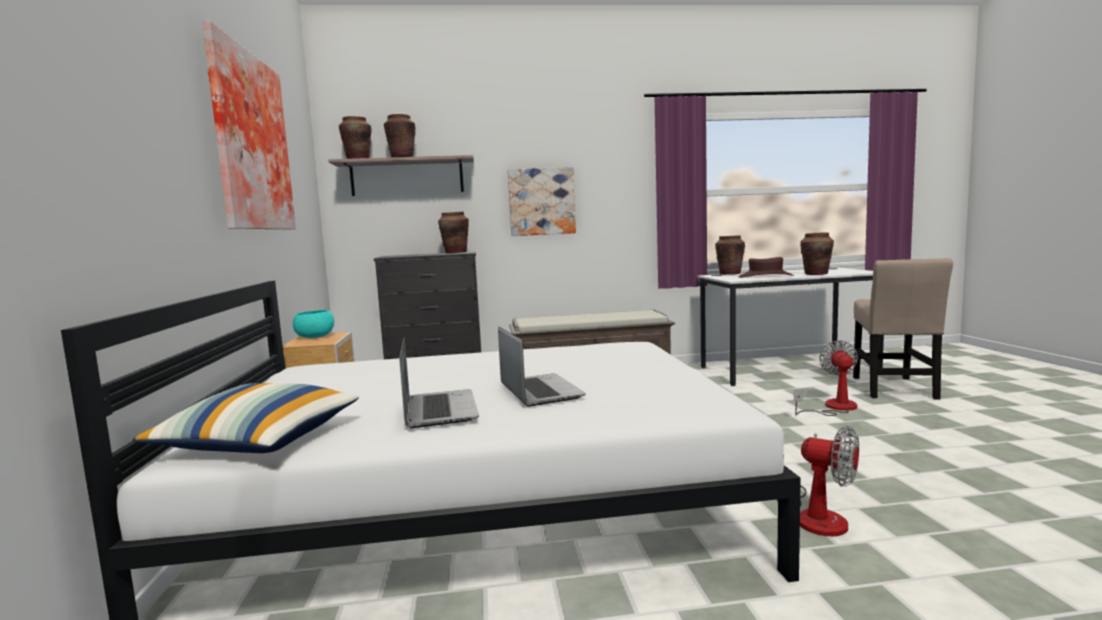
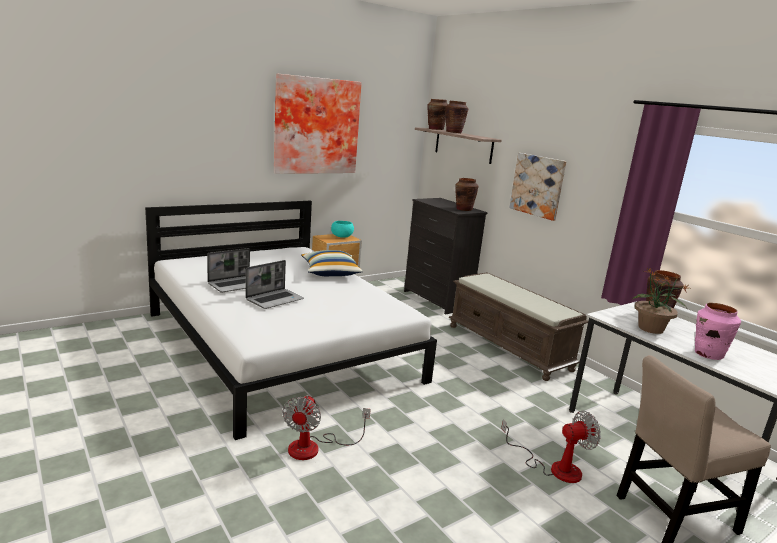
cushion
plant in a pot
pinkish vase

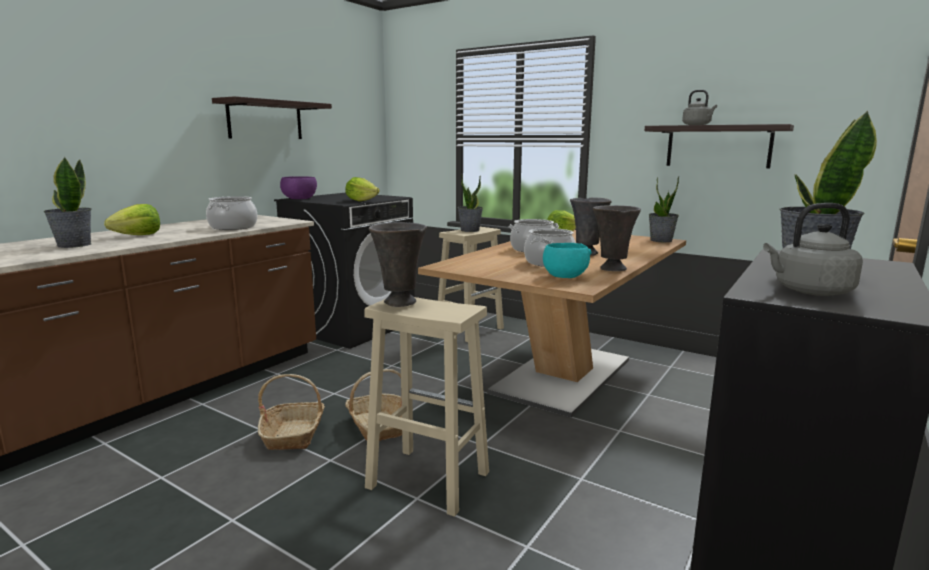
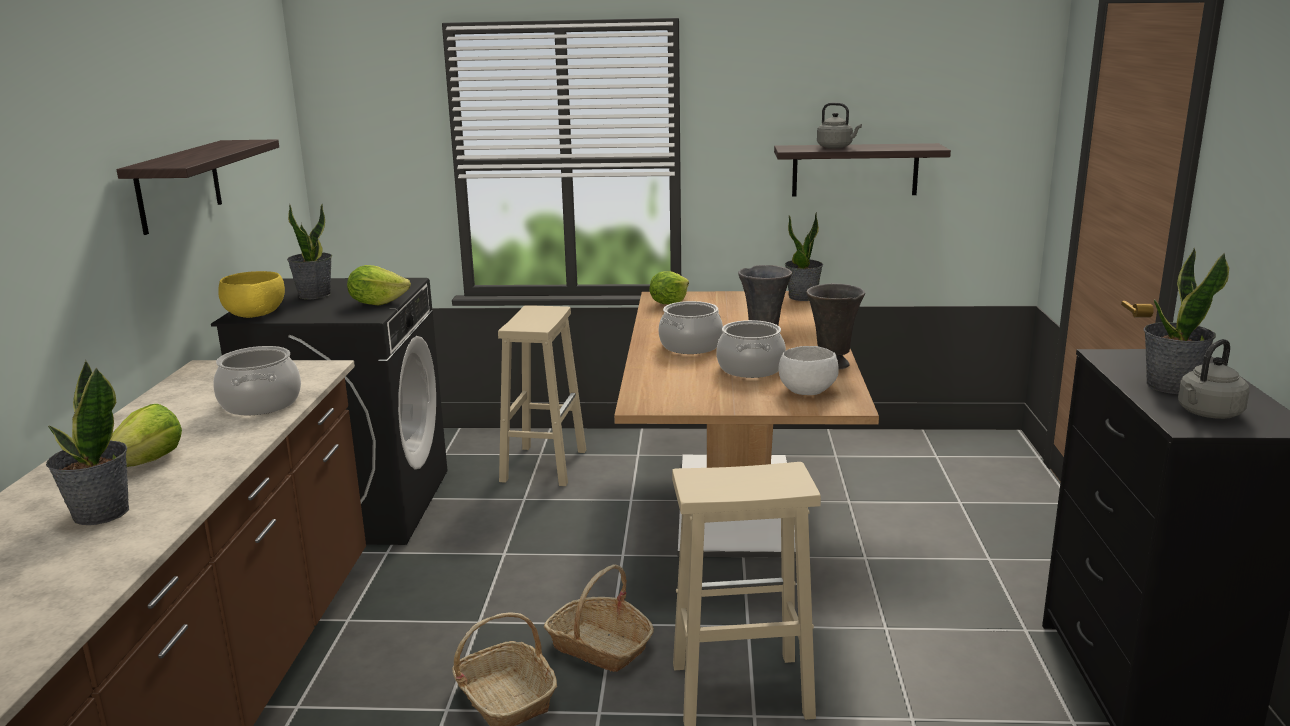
greyish vase (1st from left in the first image)
plant in a pot (2nd from left)
yellowish deep dish
whitish deep dish

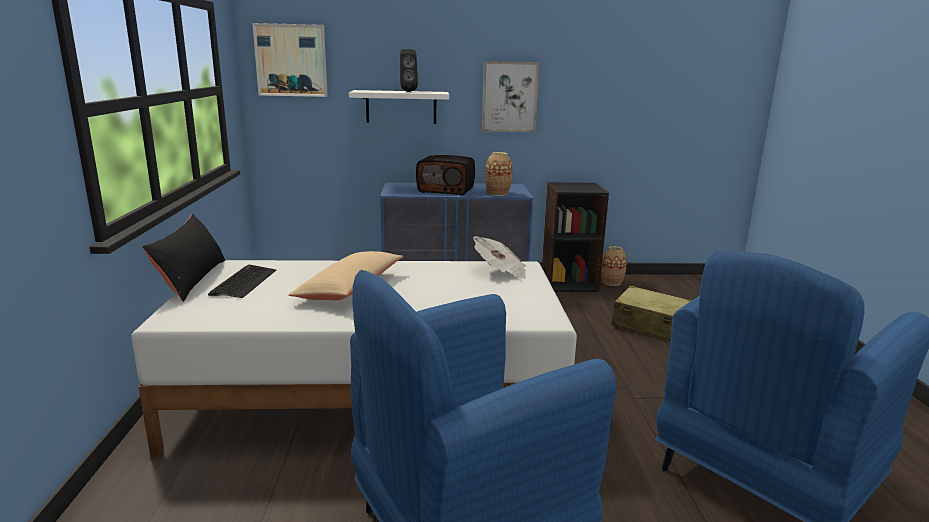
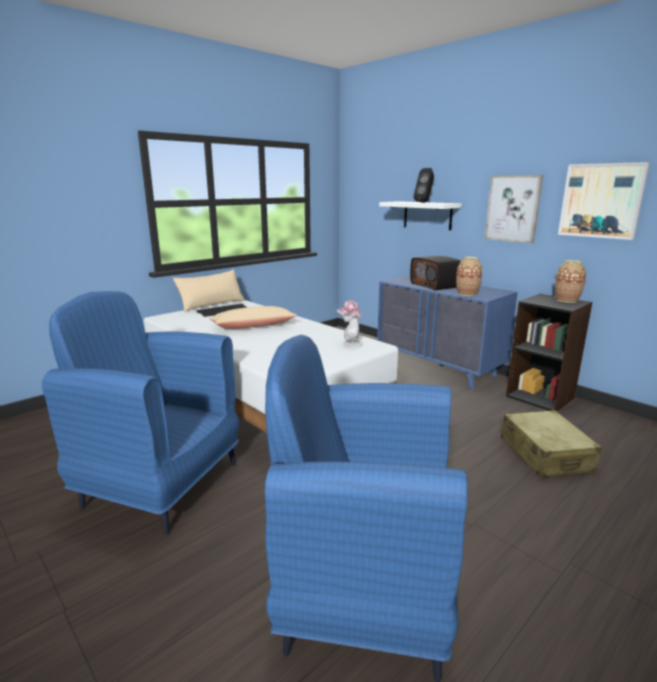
picture (2nd from left)
vase (2nd from left)
wearable hat
beige-coloured cushion (1st from left)

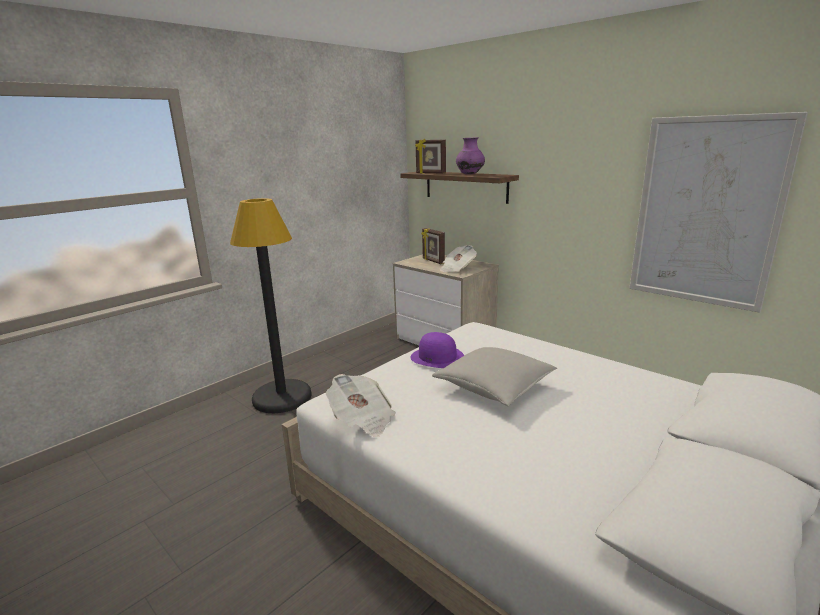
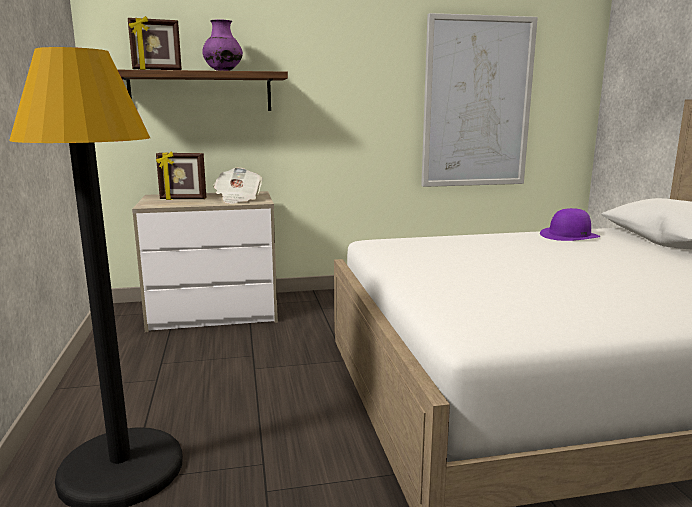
daily paper (1st from left in the first image)
greyish cushion
purplish wearable hat

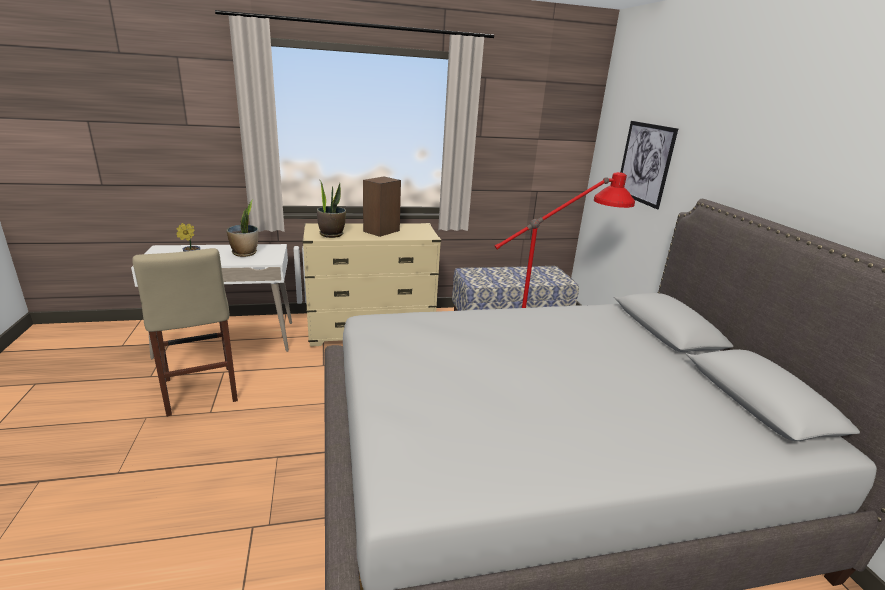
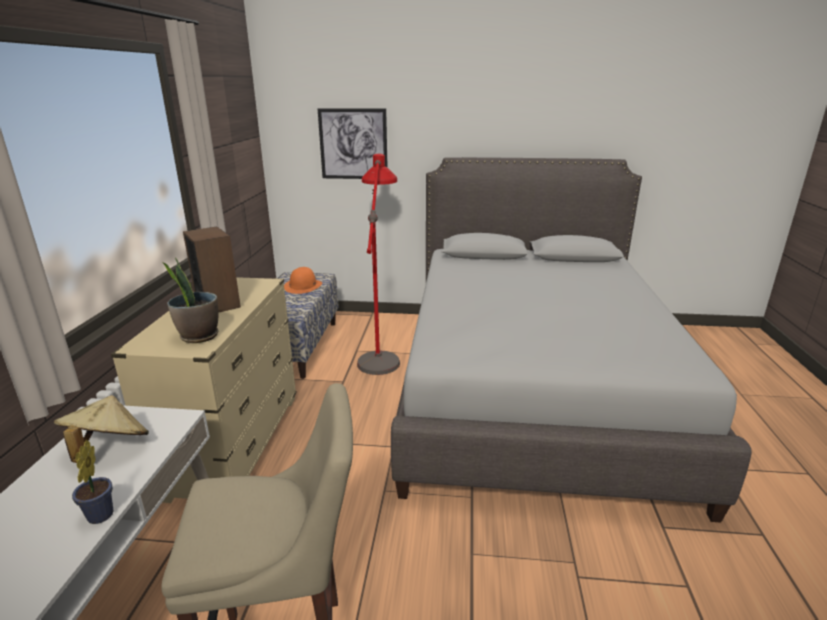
orange wearable hat
beige-coloured wearable hat

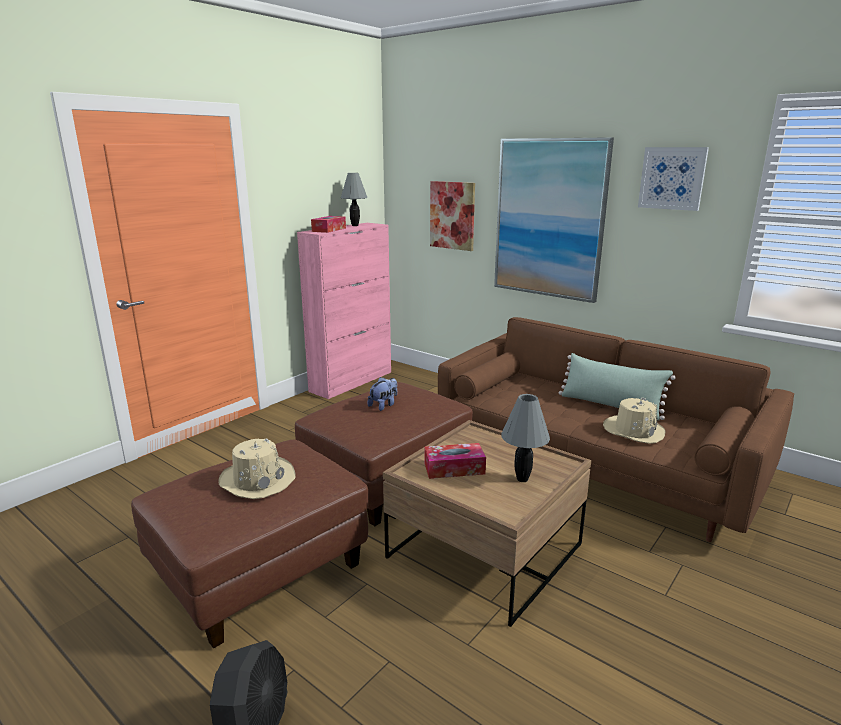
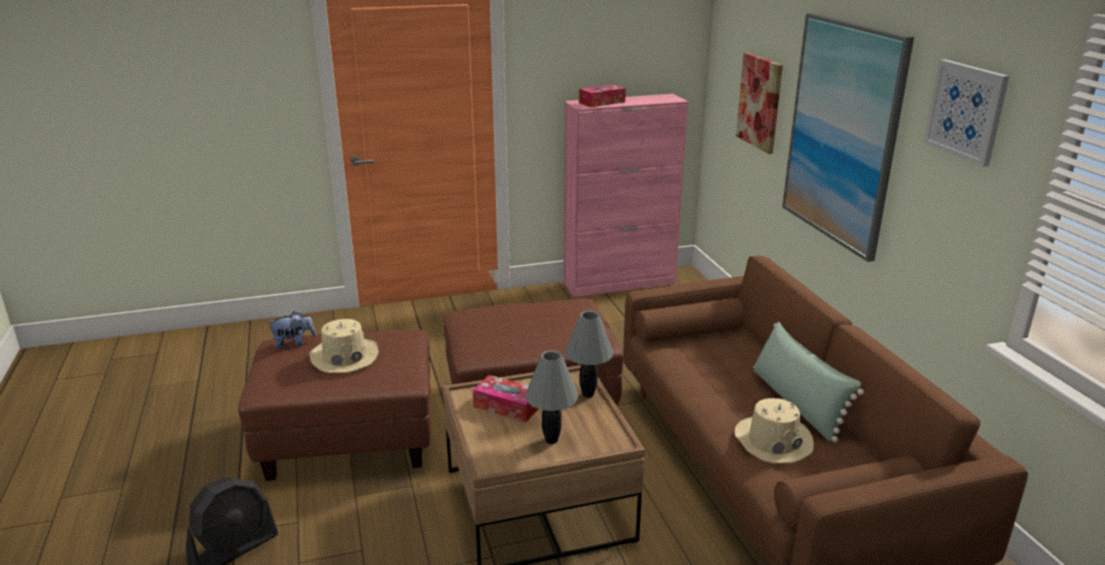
greyish table lamp (2nd from left)
plush toy

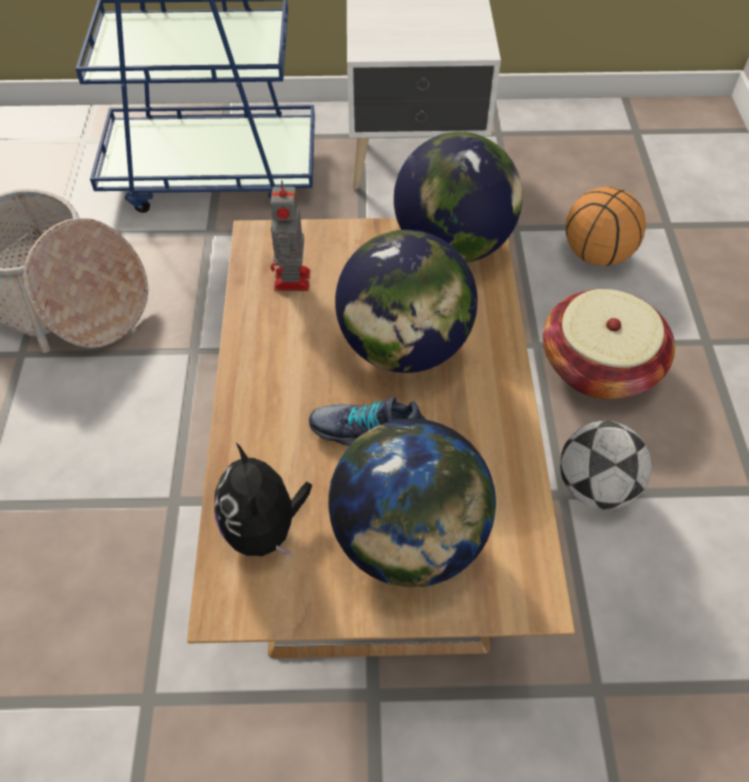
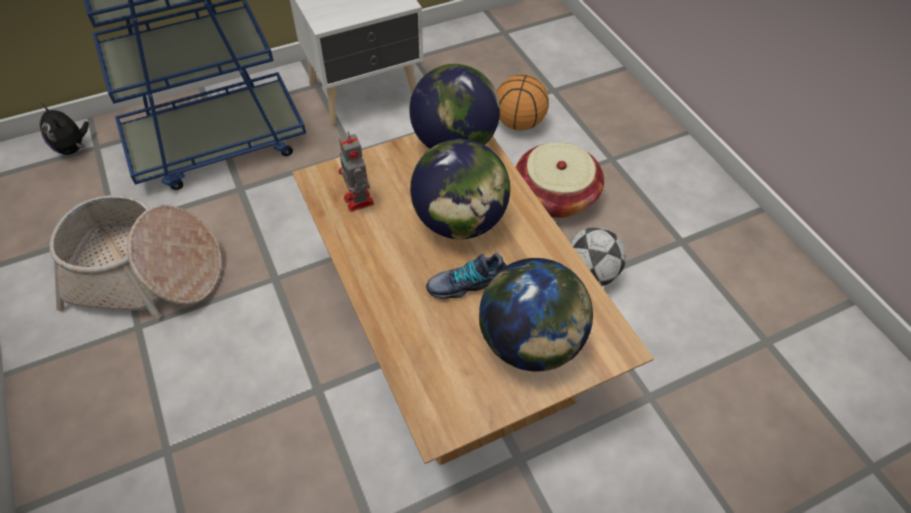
plush toy

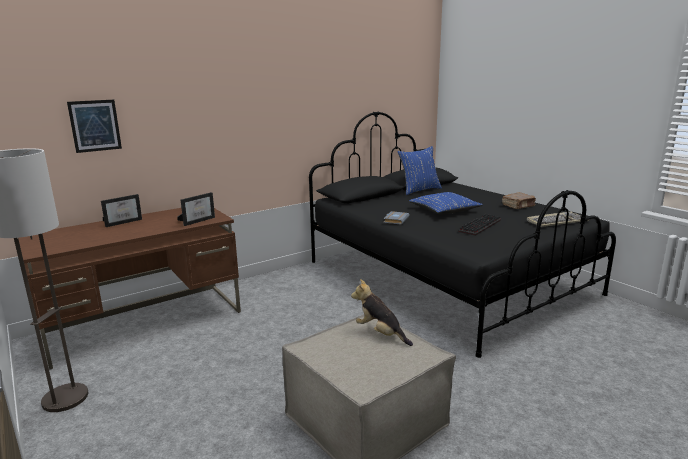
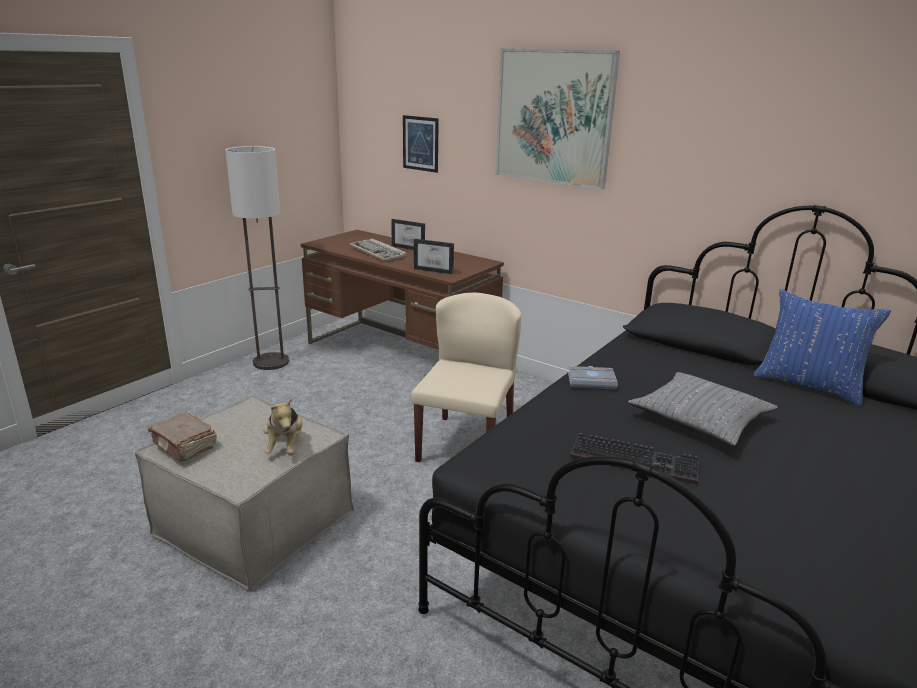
beige-coloured upright chair
picture (2nd from left)
brown book
computer keyboard (1st from left)
greyish cushion
plush toy

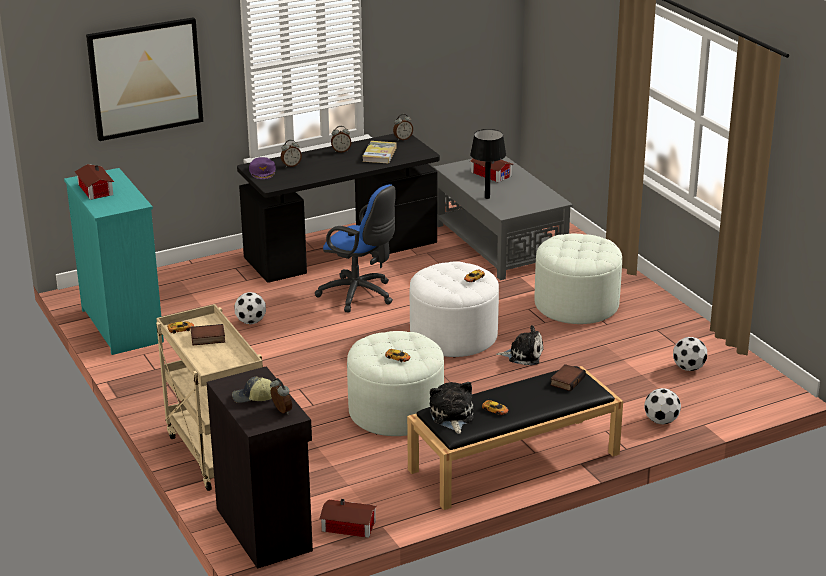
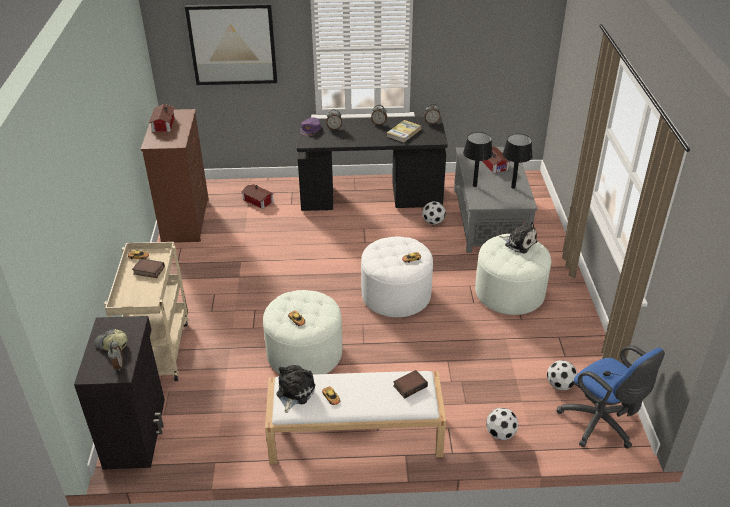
black table lamp (2nd from left)
football ball (1st from left)
blue office chair
toy house (2nd from left)
plush toy (2nd from left)
brown chest of drawers
whitish long seat

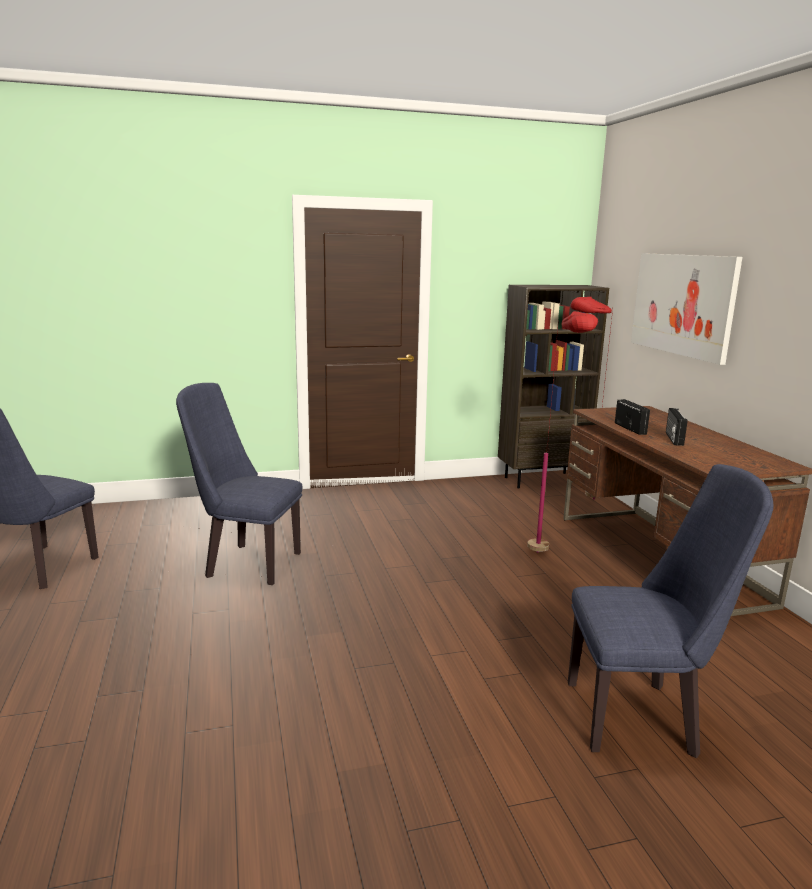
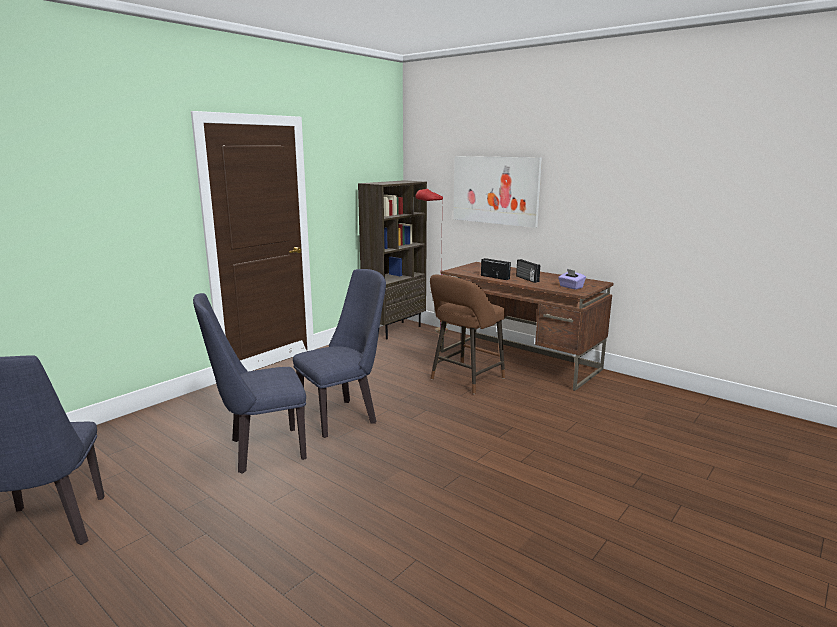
purplish box of tissues
blue upright chair (3rd from left)
brown stool seat

